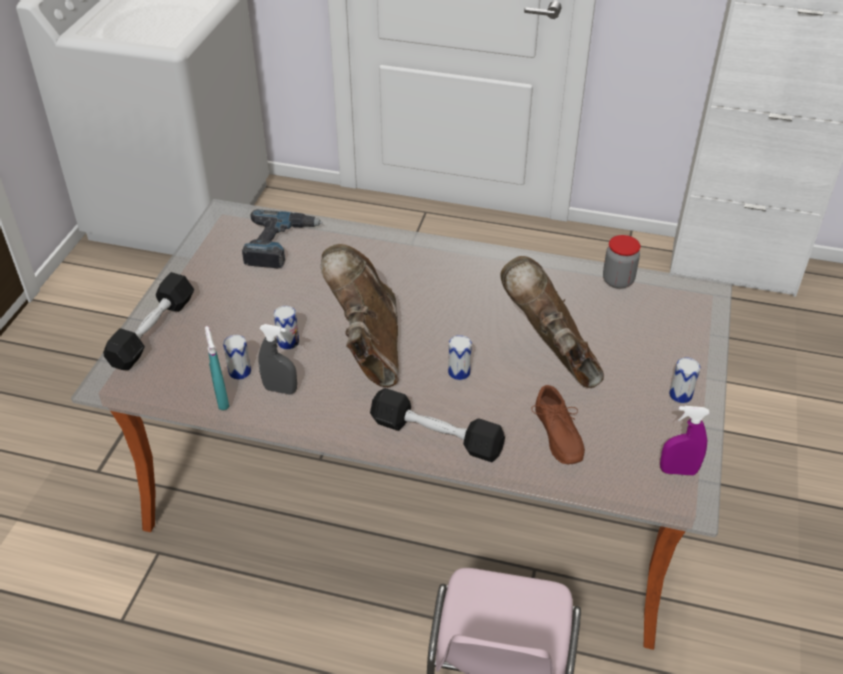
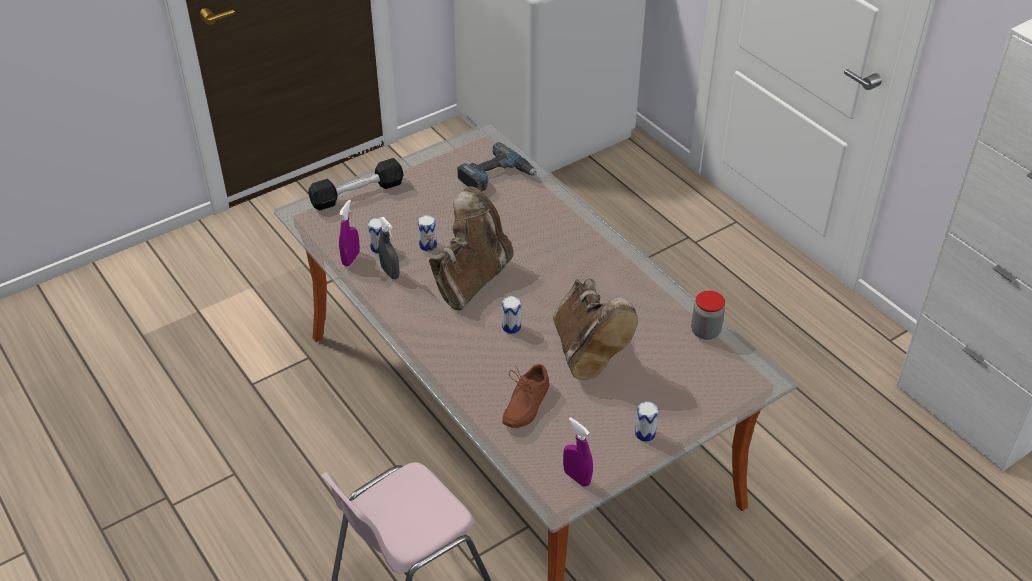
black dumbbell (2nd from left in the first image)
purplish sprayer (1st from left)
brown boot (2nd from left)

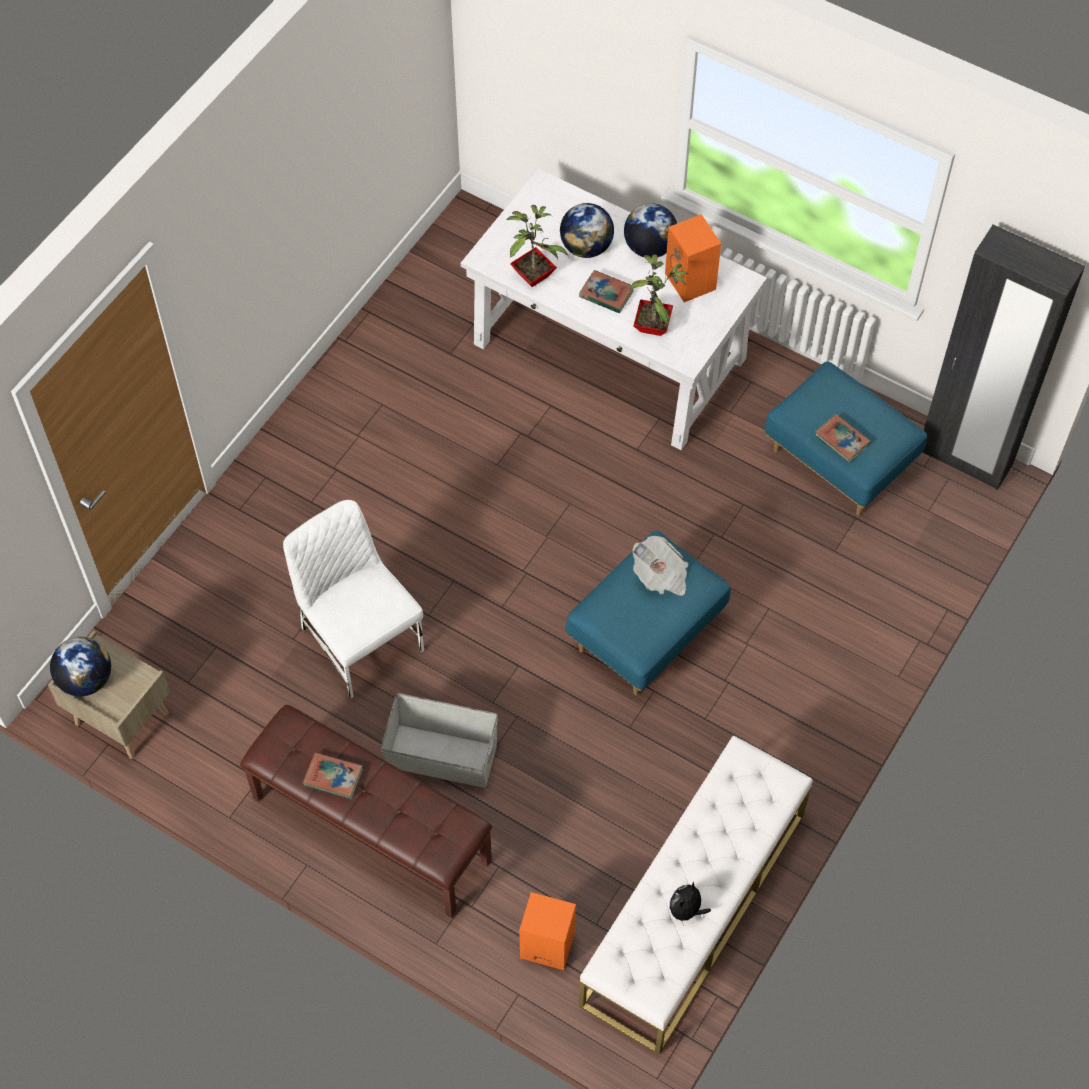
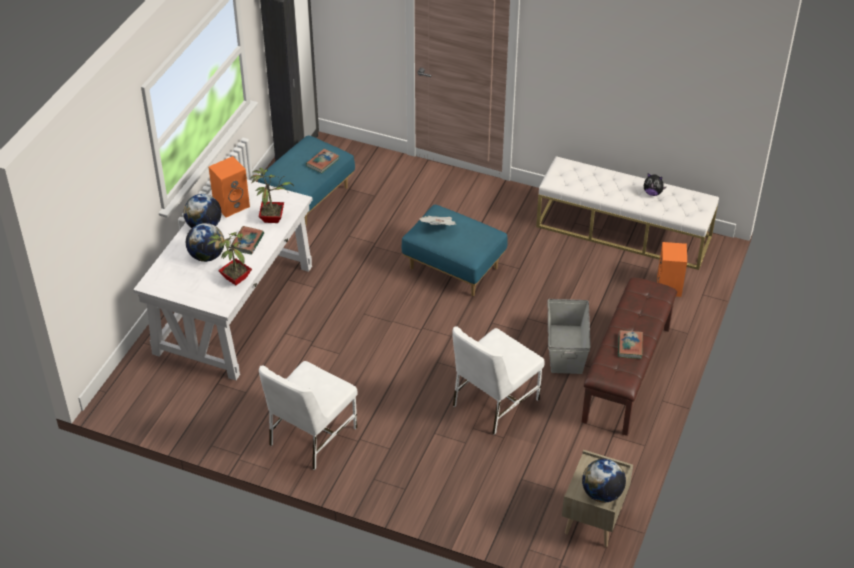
whitish upright chair (1st from left)

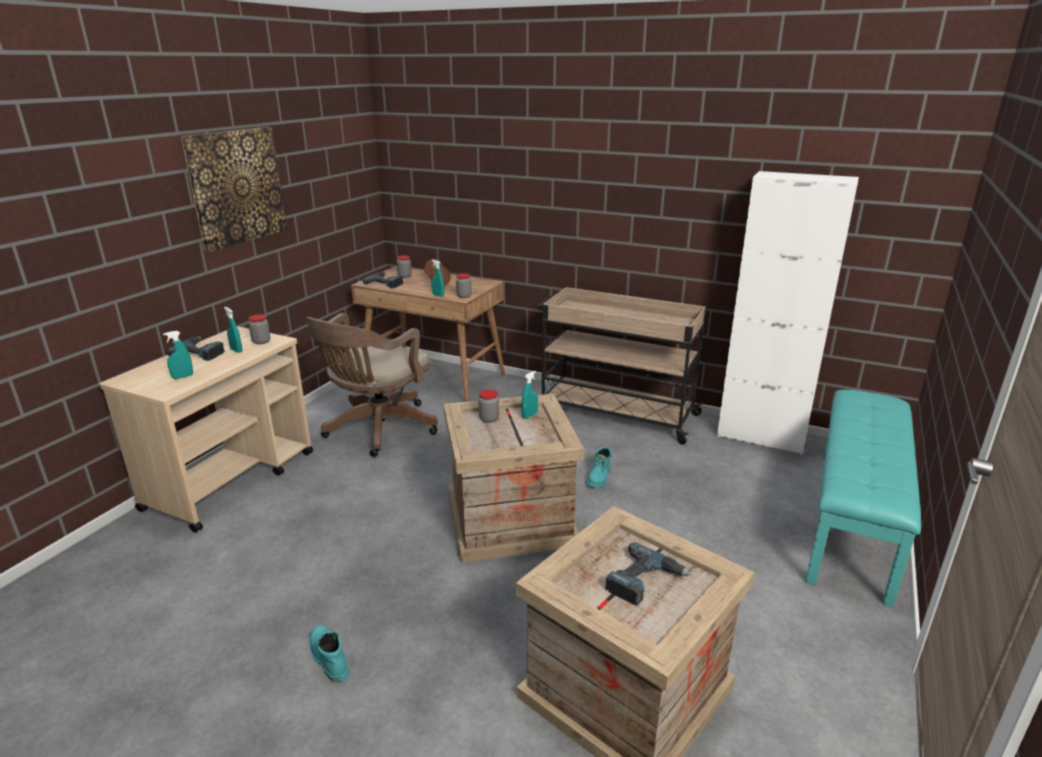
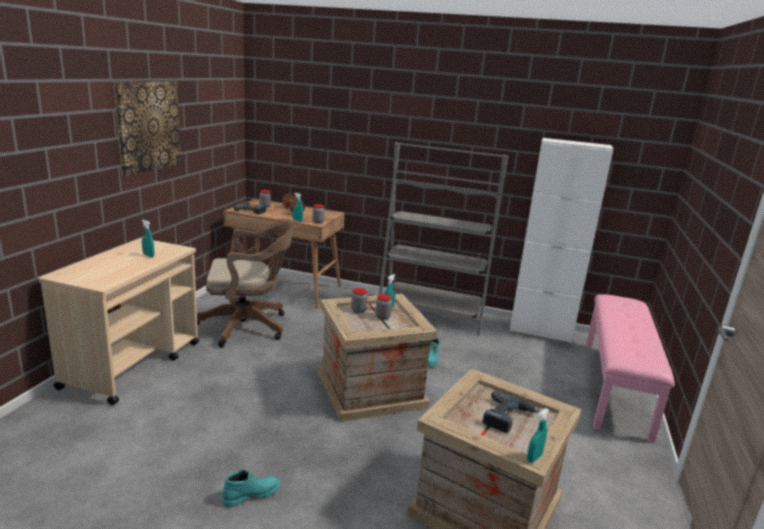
drill (1st from left in the first image)
blue-green sprayer (4th from left)
preserve jar (4th from left)
greyish shelving unit
pinkish long seat
brown office chair
blue-green boot (1st from left)

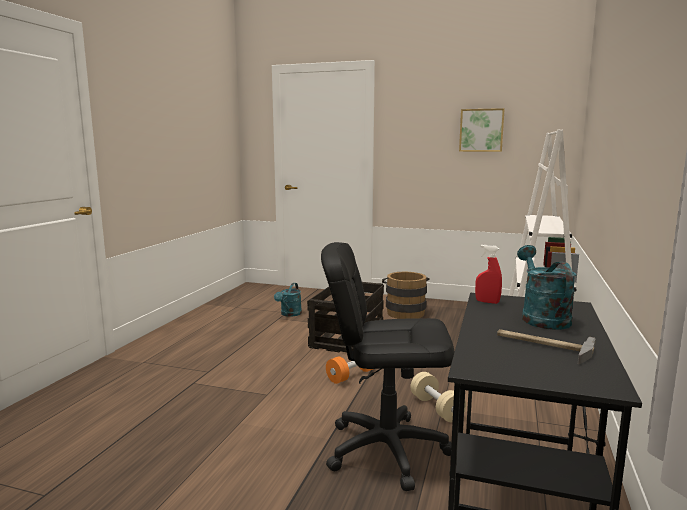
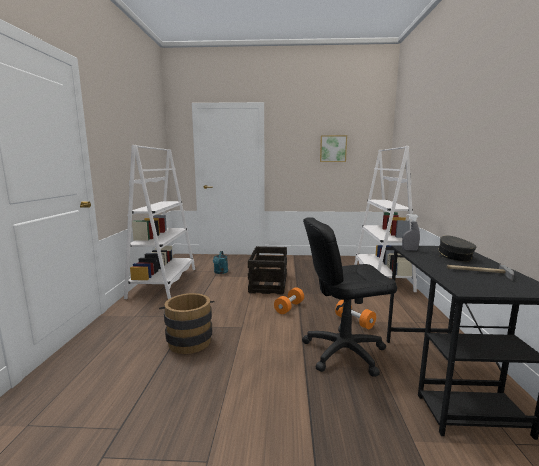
whitish shelving unit (1st from left)
brown water bucket
greyish peaked cap
orange dumbbell (2nd from left)
greyish sprayer

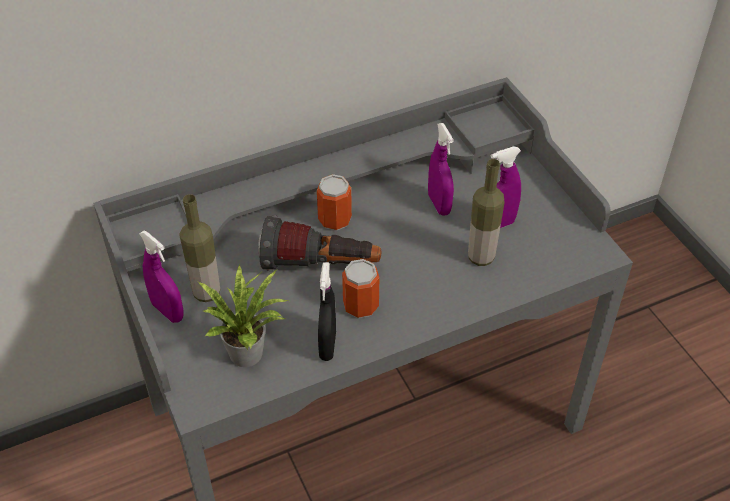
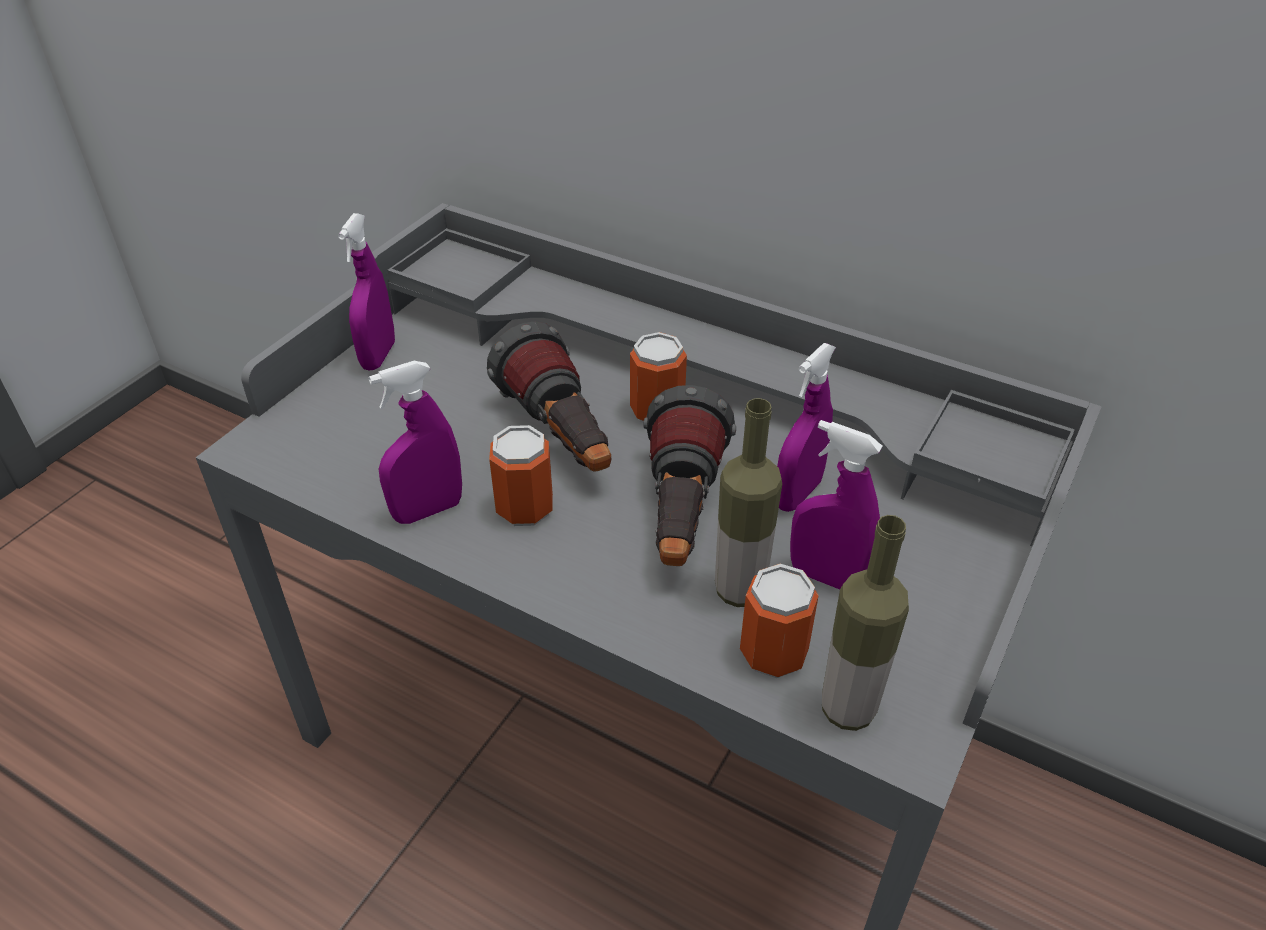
plant in a pot
flashlight (2nd from left)
can (3rd from left)
beverage bottle (2nd from left)
purplish sprayer (2nd from left)

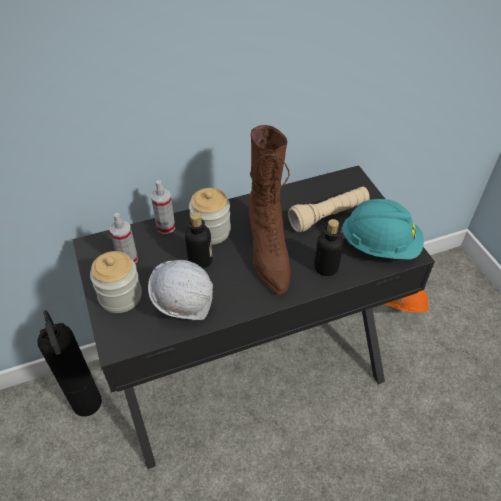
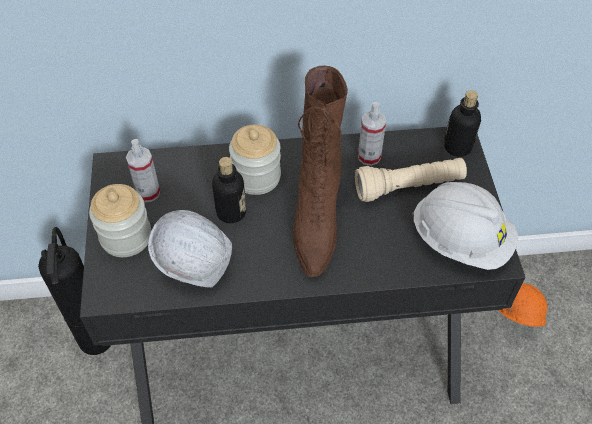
sprayer (2nd from left)
beverage bottle (2nd from left)
whitish hard hat (2nd from left)

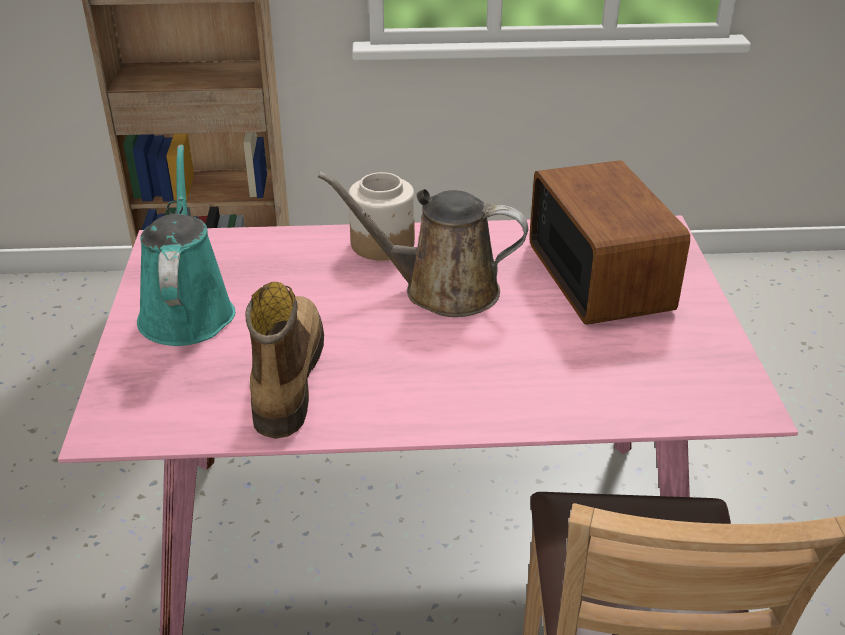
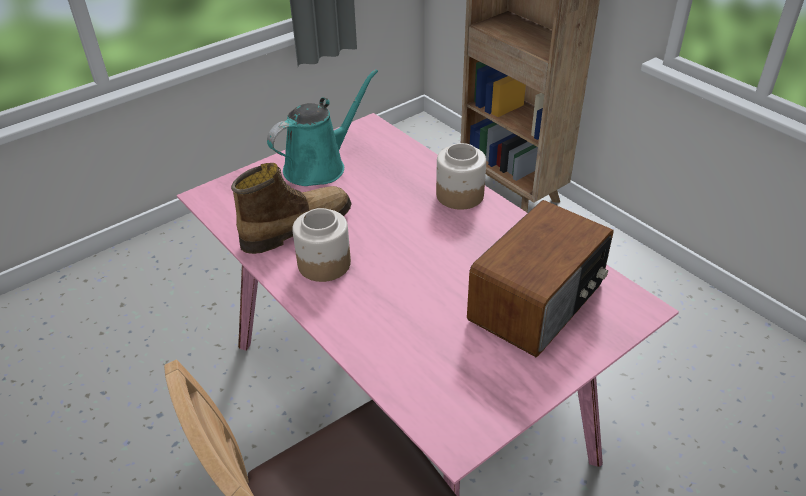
brown watering can
preserve jar (1st from left)

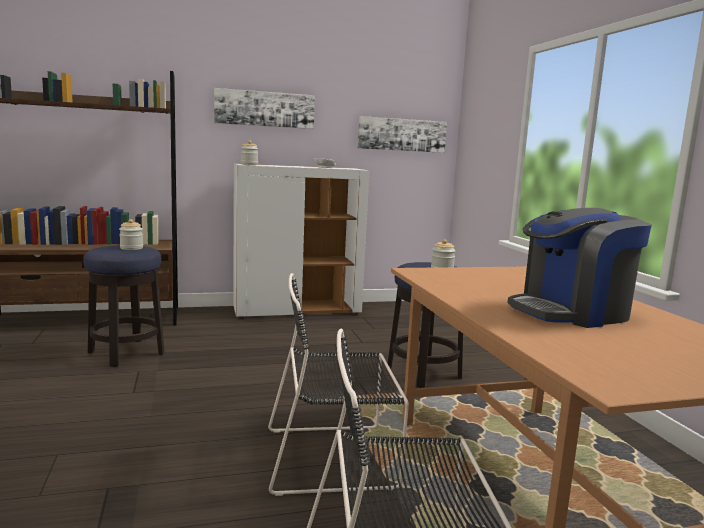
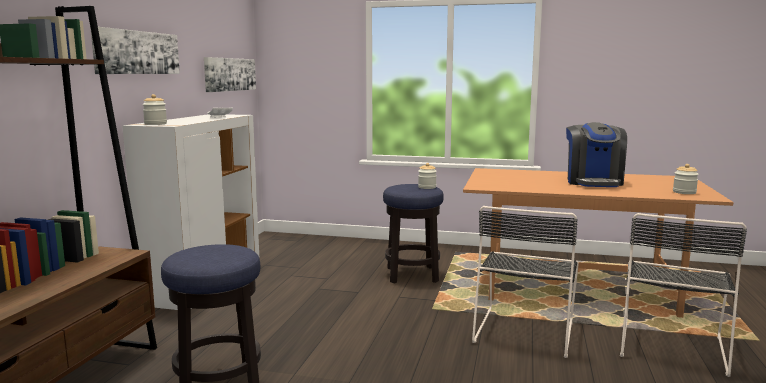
preserve jar (3rd from left)

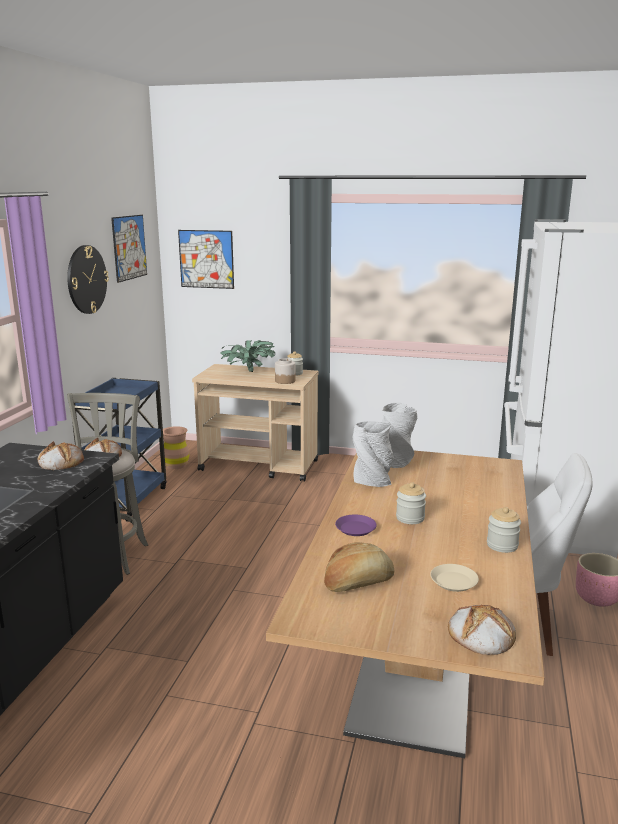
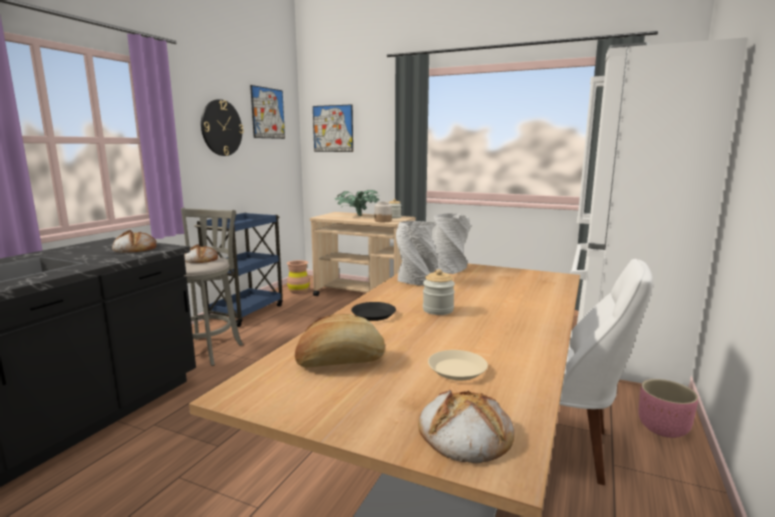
preserve jar (4th from left in the first image)
black dinner plate

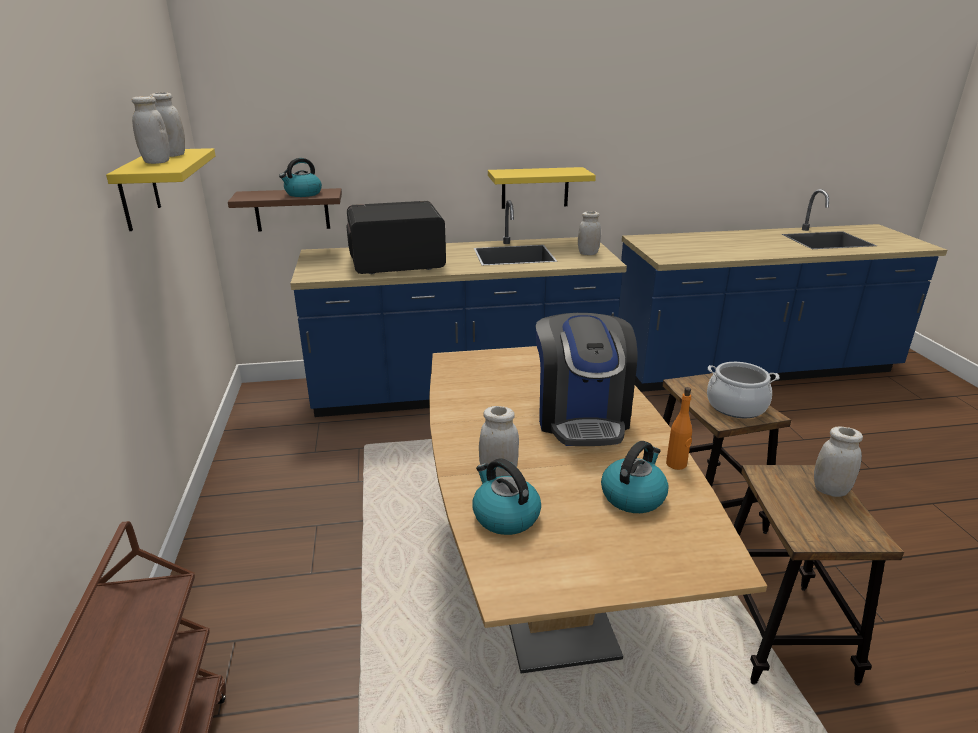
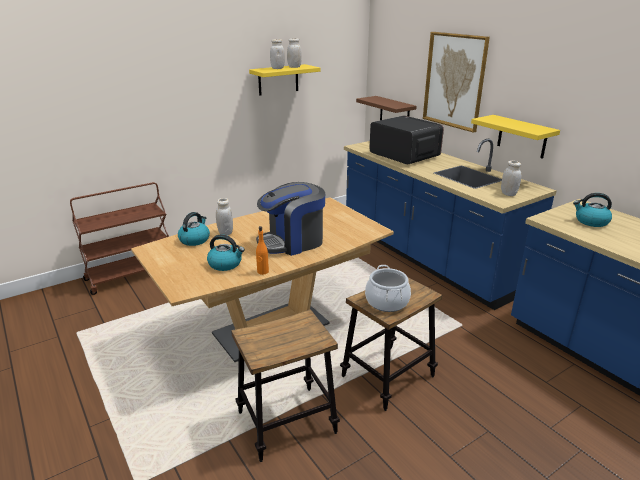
whitish preserve jar (5th from left in the first image)
picture
kettle (3rd from left)

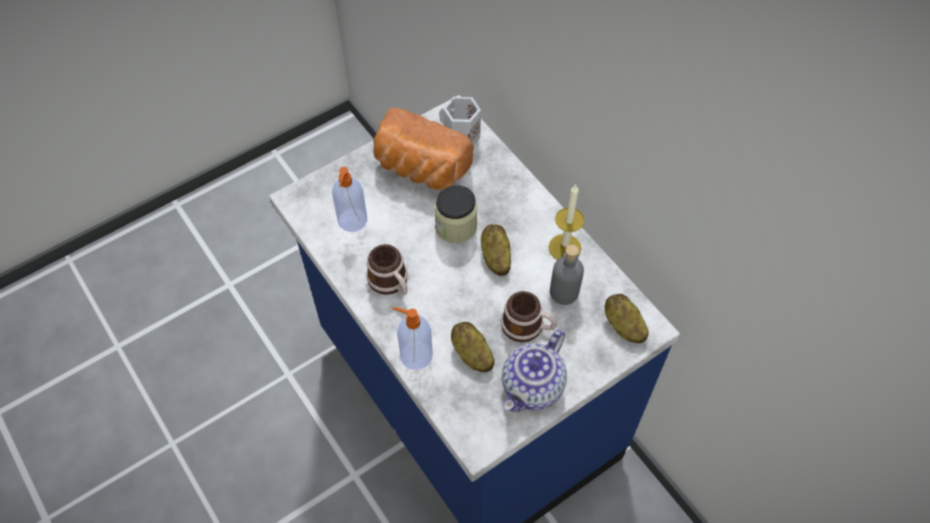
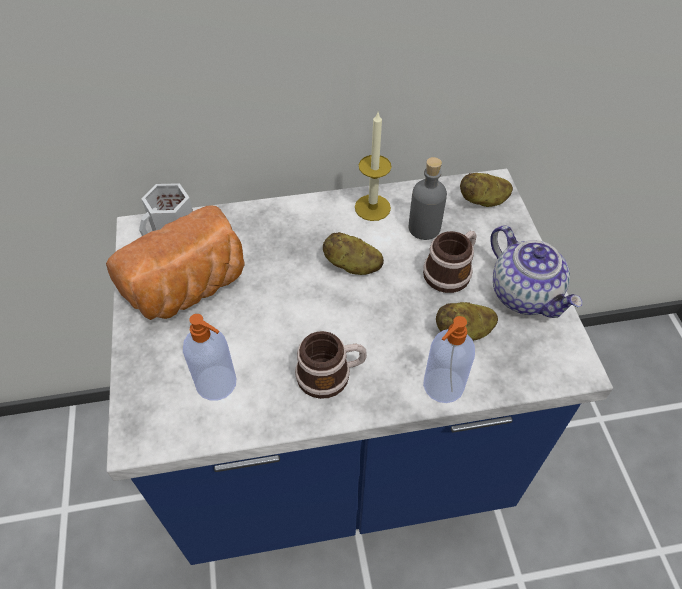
preserve jar

